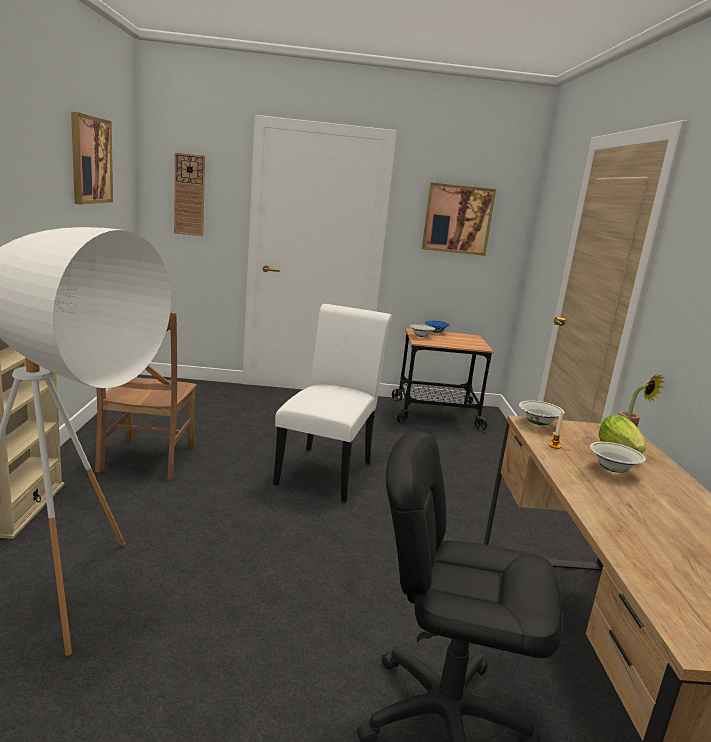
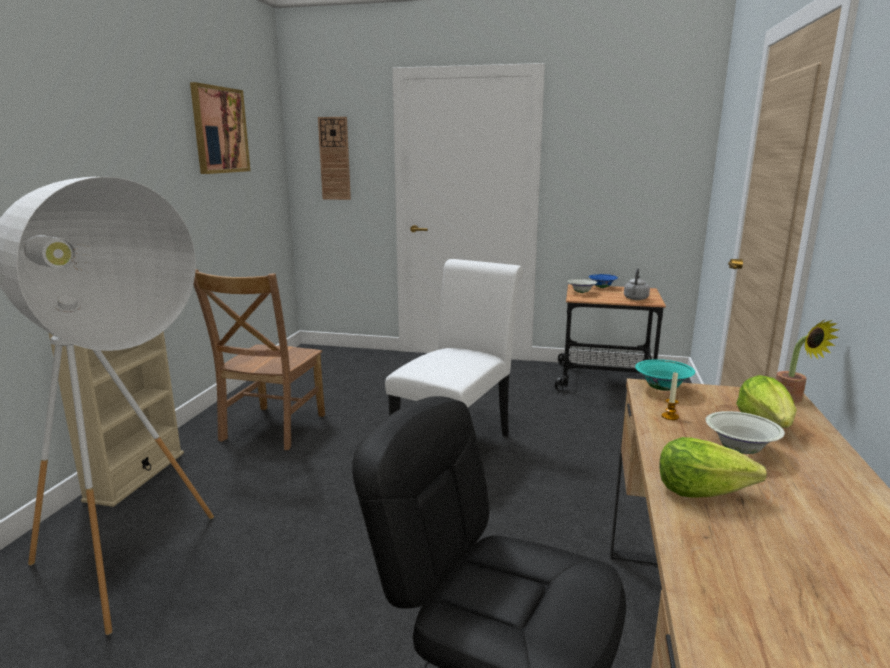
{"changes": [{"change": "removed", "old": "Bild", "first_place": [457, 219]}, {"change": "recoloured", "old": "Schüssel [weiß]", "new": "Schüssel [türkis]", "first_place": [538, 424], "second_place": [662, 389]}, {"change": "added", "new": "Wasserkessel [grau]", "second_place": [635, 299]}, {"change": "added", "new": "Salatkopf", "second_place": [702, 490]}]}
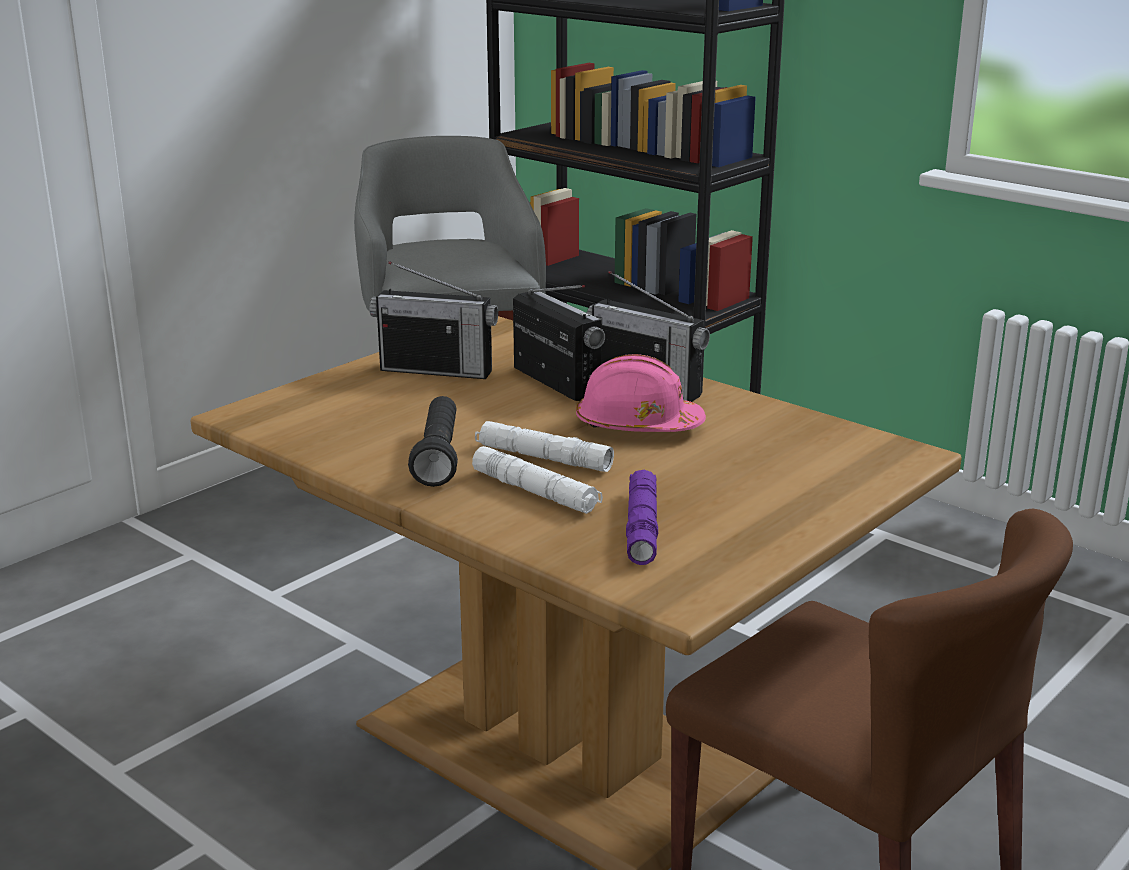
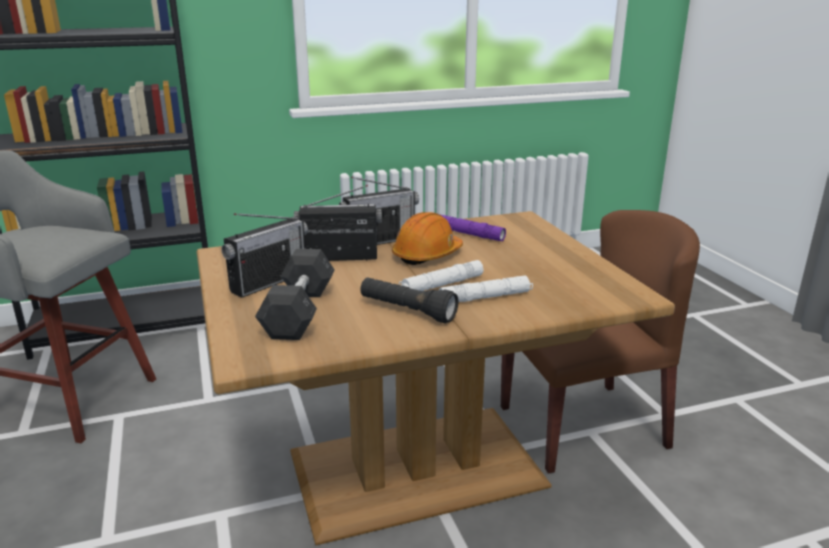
{"changes": [{"change": "recoloured", "old": "Schutzhelm [rosa]", "new": "Schutzhelm [orange]", "first_place": [637, 425], "second_place": [427, 255]}, {"change": "moved", "old": "Taschenlampe [lila]", "first_place": [642, 527], "second_place": [468, 234]}, {"change": "added", "new": "Hantel [grau]", "second_place": [299, 312]}]}
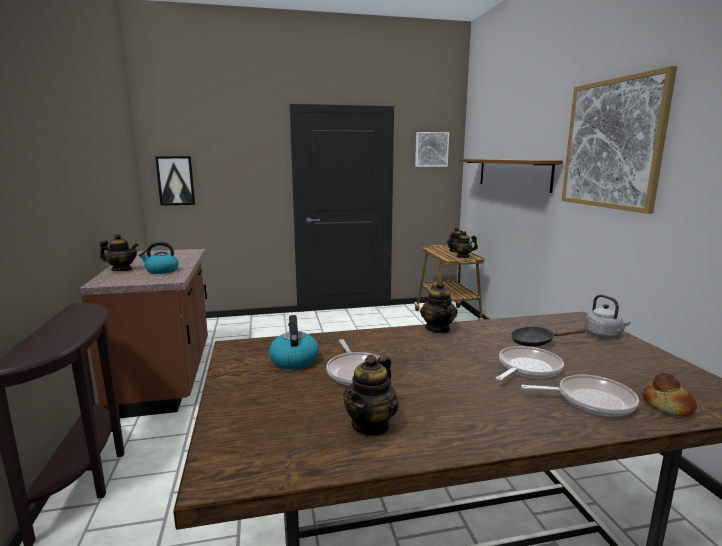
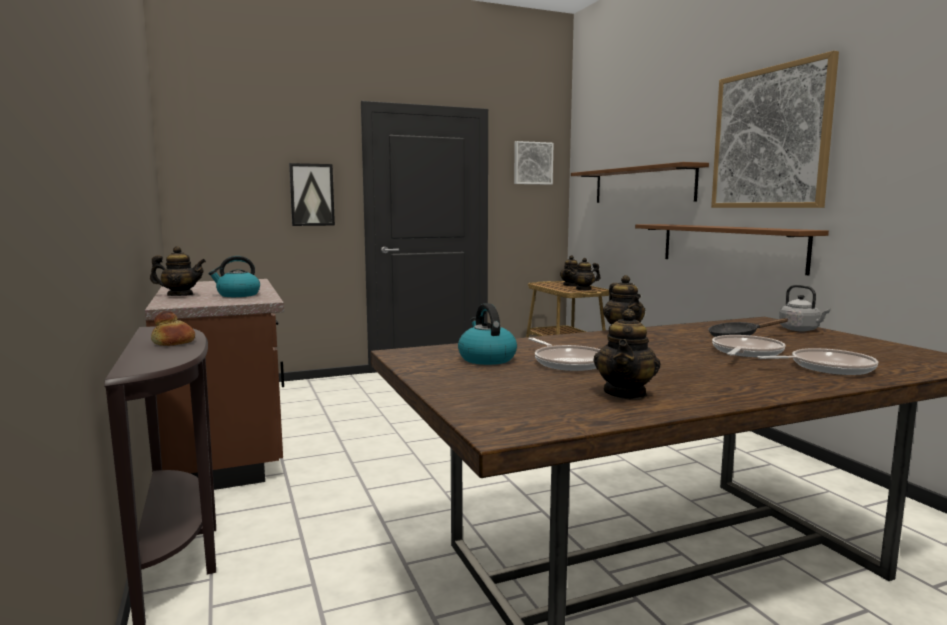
{"changes": [{"change": "moved", "old": "Bild", "first_place": [175, 180], "second_place": [312, 195]}, {"change": "moved", "old": "Brot", "first_place": [668, 406], "second_place": [174, 342]}, {"change": "added", "new": "Wandregal [braun]", "second_place": [729, 246]}]}
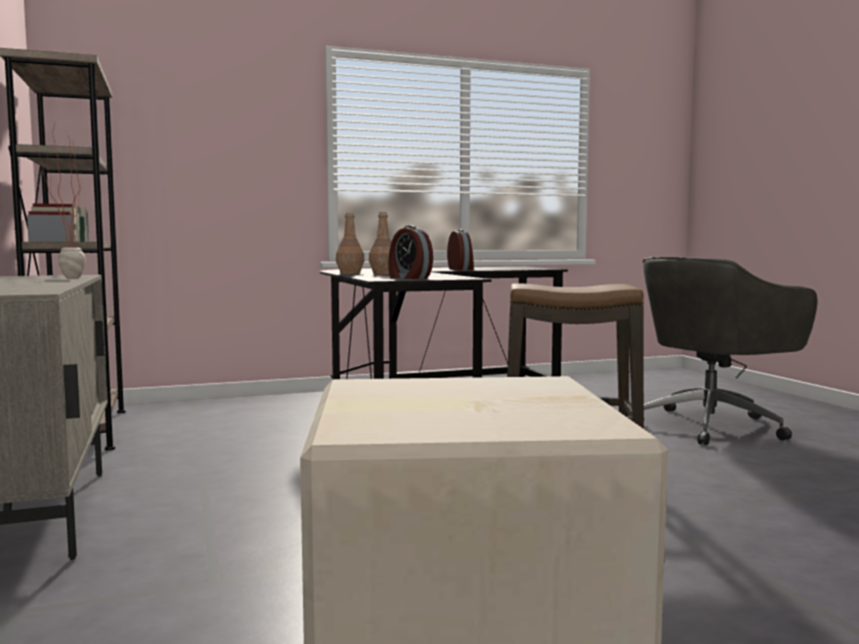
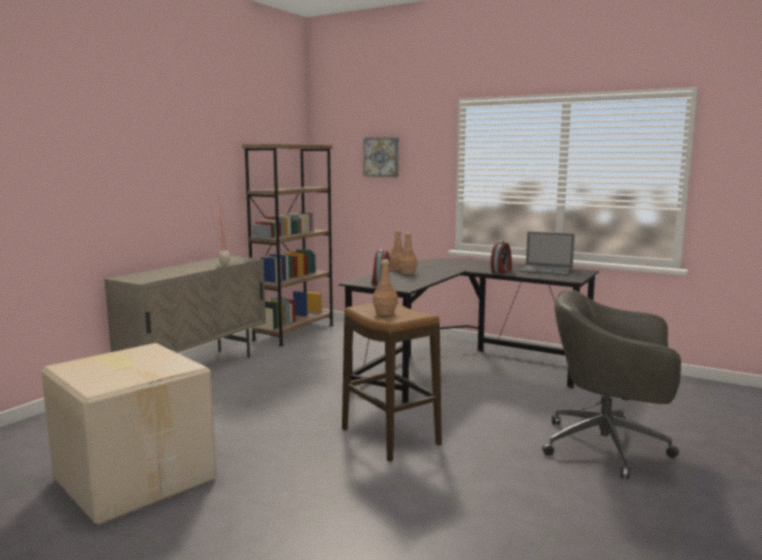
{"changes": [{"change": "added", "new": "Bild", "second_place": [382, 157]}, {"change": "added", "new": "Laptop", "second_place": [546, 270]}, {"change": "added", "new": "Flasche [braun]", "second_place": [385, 313]}]}
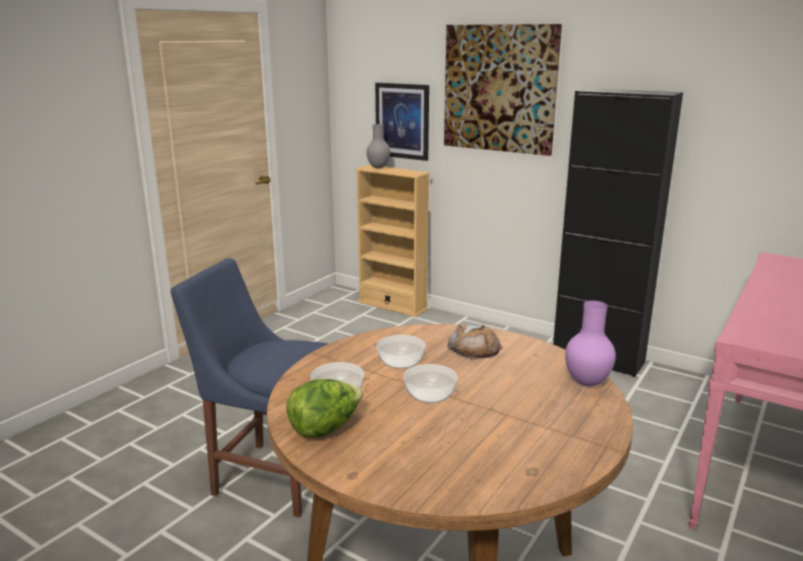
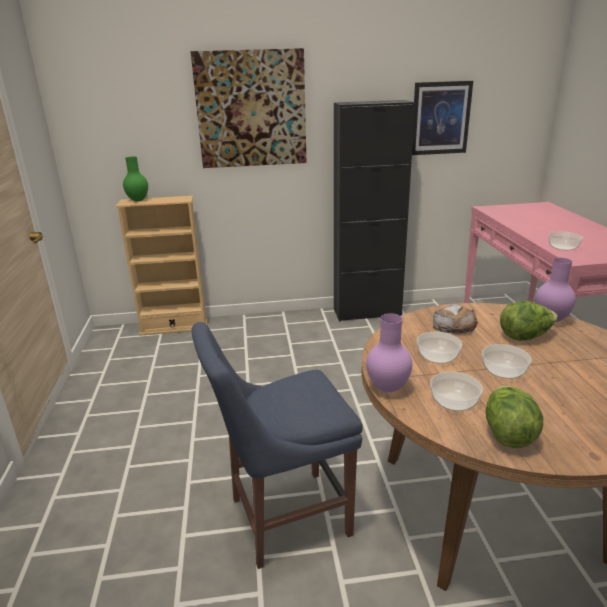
{"changes": [{"change": "moved", "old": "Bild", "first_place": [402, 121], "second_place": [440, 118]}, {"change": "recoloured", "old": "Vase [grau]", "new": "Vase [grün]", "first_place": [379, 167], "second_place": [138, 200]}, {"change": "added", "new": "Schüssel", "second_place": [562, 247]}, {"change": "added", "new": "Salatkopf", "second_place": [525, 336]}, {"change": "added", "new": "Vase [lila]", "second_place": [386, 388]}]}
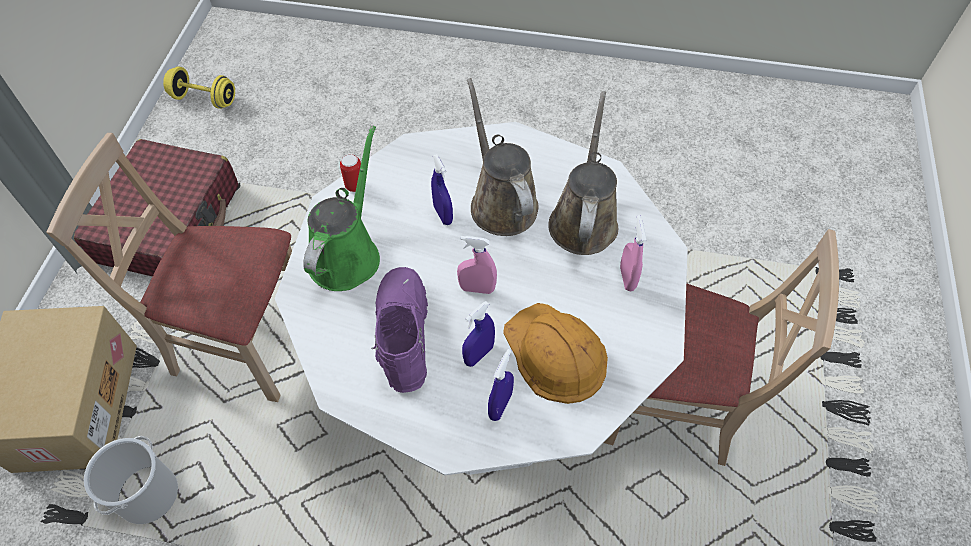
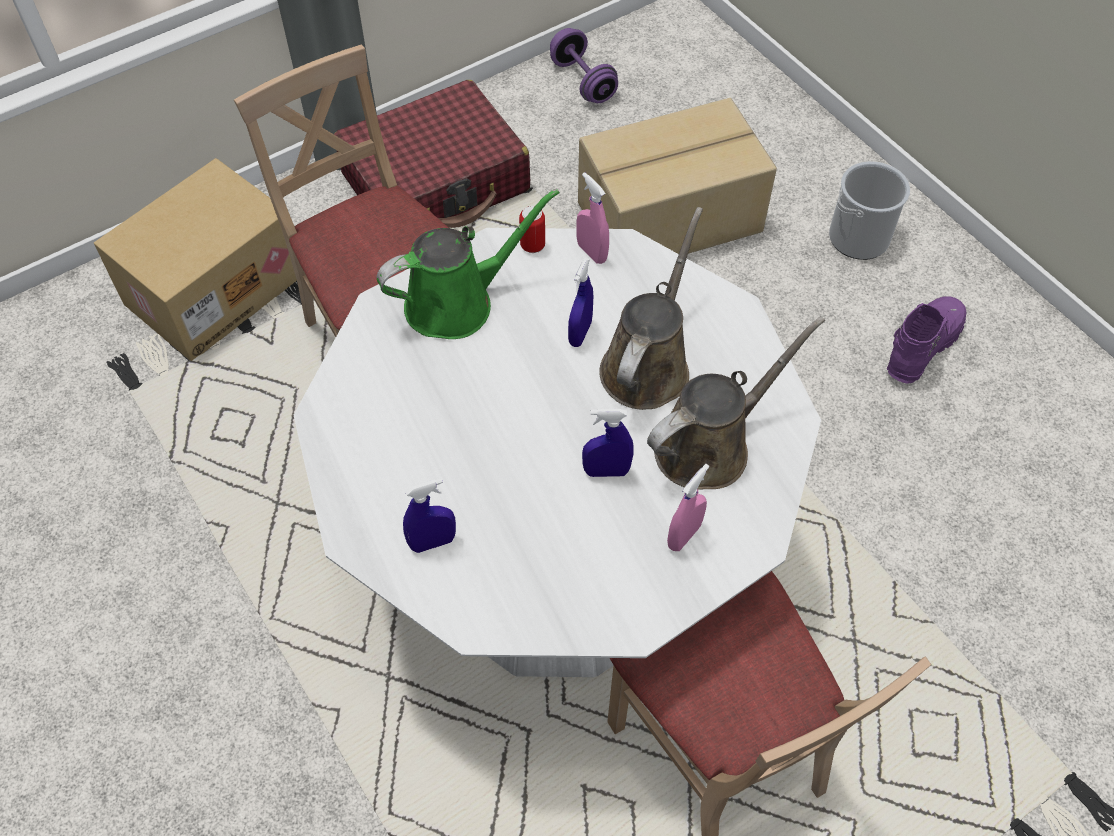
{"changes": [{"change": "recoloured", "old": "Hantel [gelb]", "new": "Hantel [lila]", "first_place": [204, 99], "second_place": [583, 81]}, {"change": "moved", "old": "Sprühflasche [rosa]", "first_place": [477, 288], "second_place": [591, 252]}, {"change": "moved", "old": "Stiefel [lila]", "first_place": [402, 335], "second_place": [921, 347]}, {"change": "moved", "old": "Sprühflasche [blau]", "first_place": [478, 354], "second_place": [606, 471]}, {"change": "removed", "old": "Schutzhelm [orange]", "first_place": [555, 354]}, {"change": "moved", "old": "Eimer", "first_place": [148, 494], "second_place": [859, 237]}, {"change": "added", "new": "Karton", "second_place": [671, 218]}]}
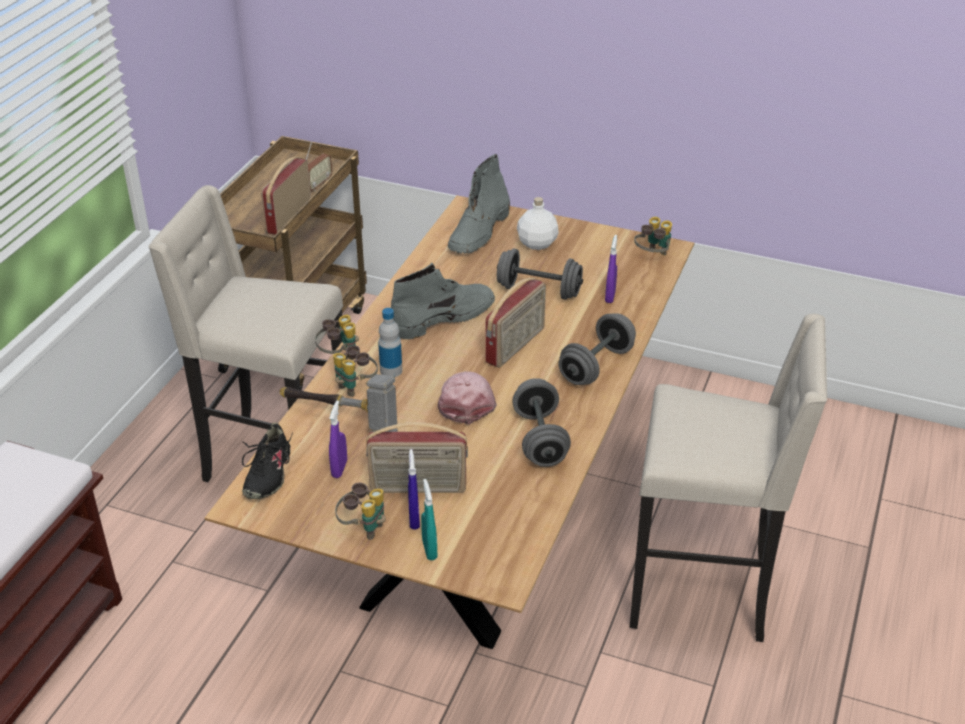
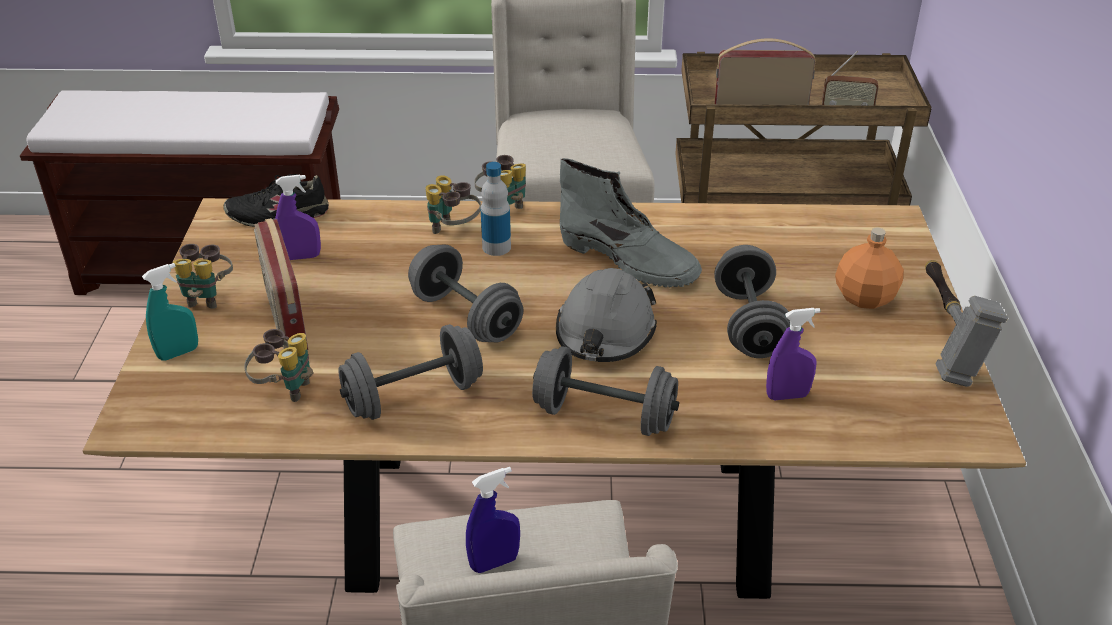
{"changes": [{"change": "removed", "old": "Stiefel [grau]", "first_place": [479, 232]}, {"change": "recoloured", "old": "Flasche [weiß]", "new": "Flasche [orange]", "first_place": [537, 243], "second_place": [865, 298]}, {"change": "moved", "old": "Fernglas", "first_place": [653, 256], "second_place": [284, 388]}, {"change": "replaced", "old": "Radio", "new": "Schutzhelm [grau]", "first_place": [516, 346], "second_place": [605, 332]}, {"change": "replaced", "old": "Kappe [rosa]", "new": "Hantel [grau]", "first_place": [466, 400], "second_place": [466, 317]}, {"change": "moved", "old": "Hammer", "first_place": [343, 421], "second_place": [945, 337]}, {"change": "moved", "old": "Sprühflasche [blau]", "first_place": [414, 519], "second_place": [494, 563]}]}
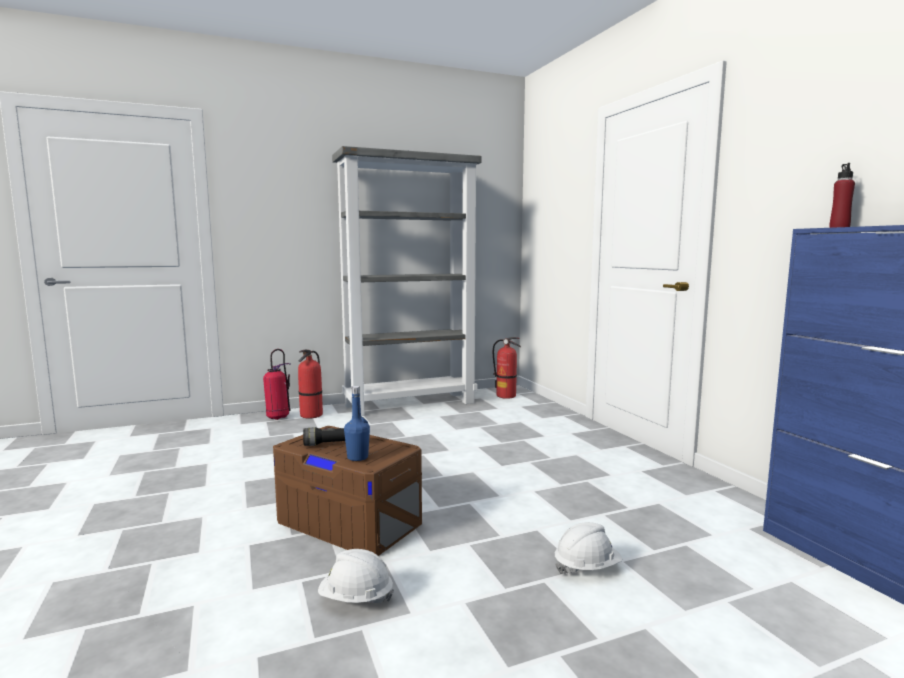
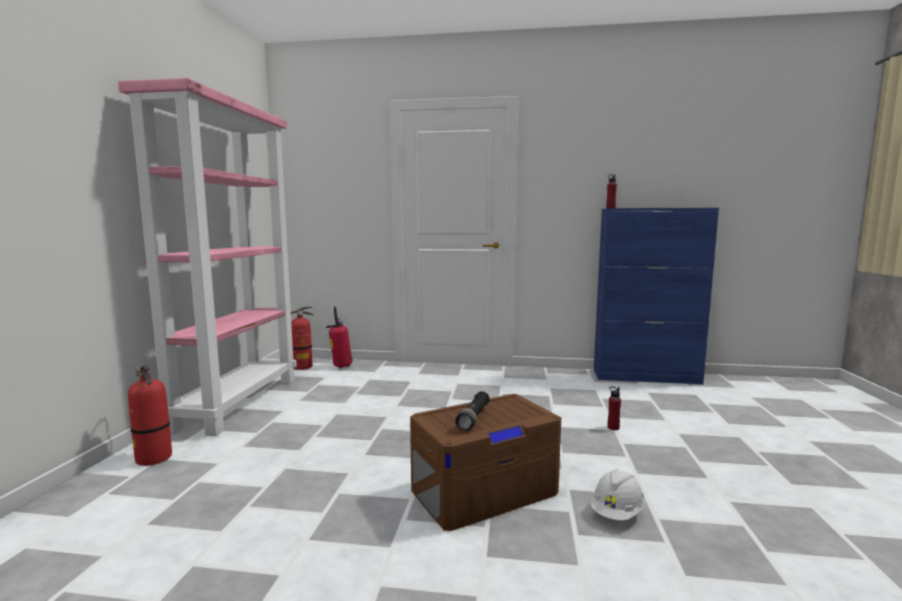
{"changes": [{"change": "recoloured", "old": "Bücherregal [grau]", "new": "Bücherregal [rosa]", "first_place": [411, 404], "second_place": [237, 402]}, {"change": "moved", "old": "Feuerlöscher", "first_place": [278, 418], "second_place": [341, 366]}, {"change": "removed", "old": "Flasche [blau]", "first_place": [357, 457]}, {"change": "replaced", "old": "Schutzhelm [weiß]", "new": "Flasche [rot]", "first_place": [586, 567], "second_place": [613, 427]}]}
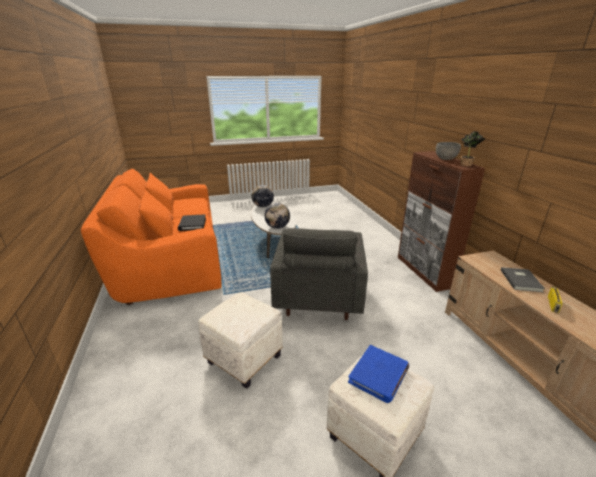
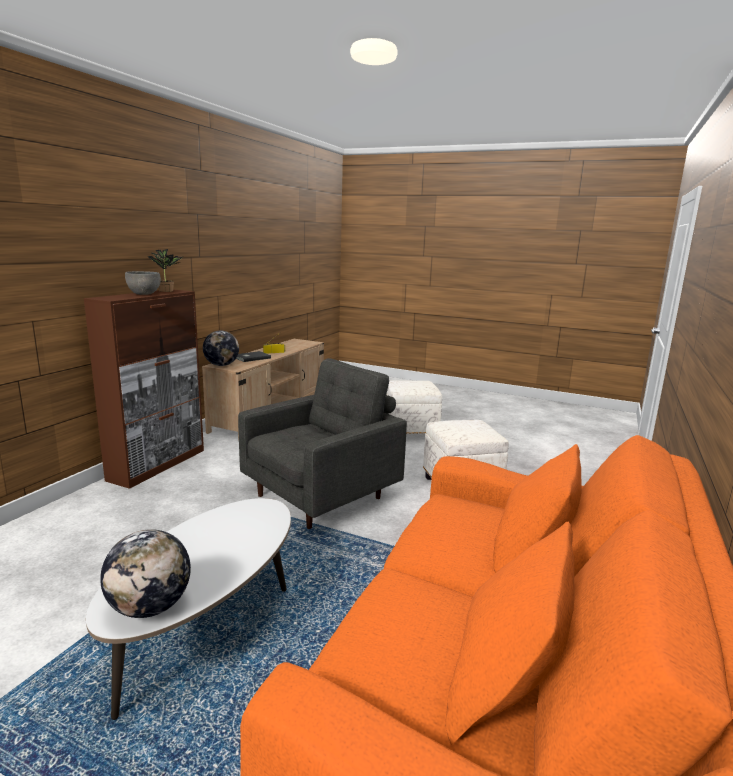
{"changes": [{"change": "moved", "old": "Globus", "first_place": [277, 227], "second_place": [221, 365]}, {"change": "removed", "old": "Buch [schwarz]", "first_place": [192, 224]}, {"change": "removed", "old": "Buch [blau]", "first_place": [379, 375]}]}
